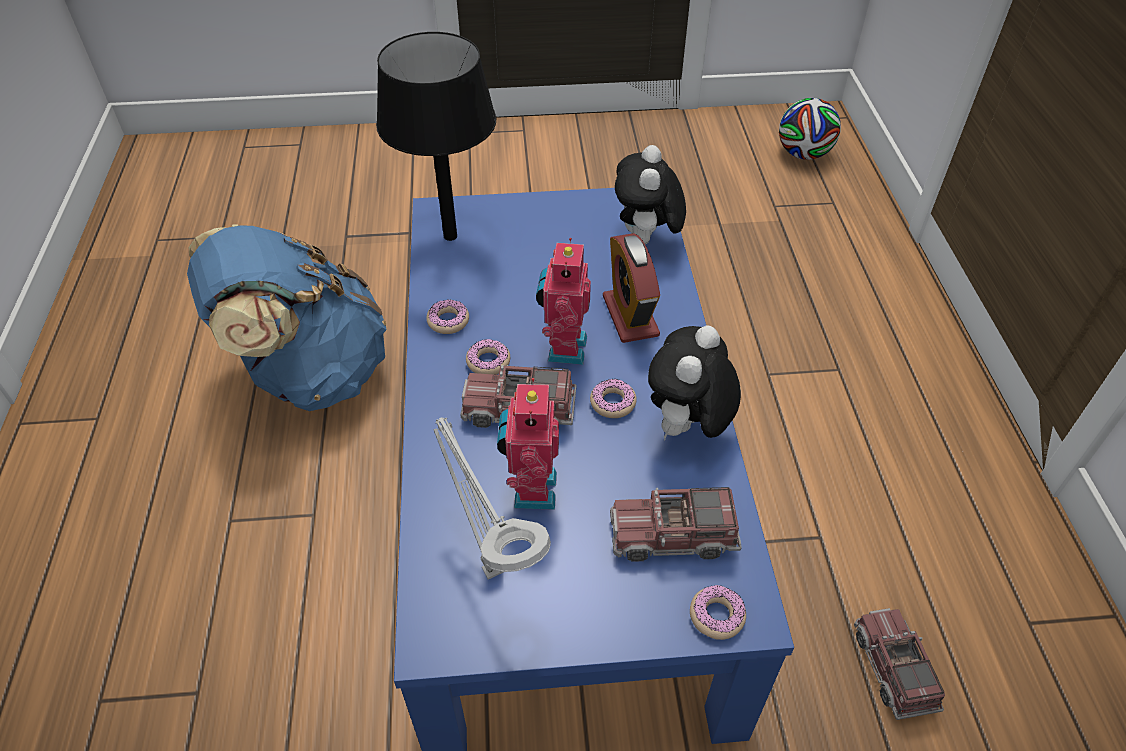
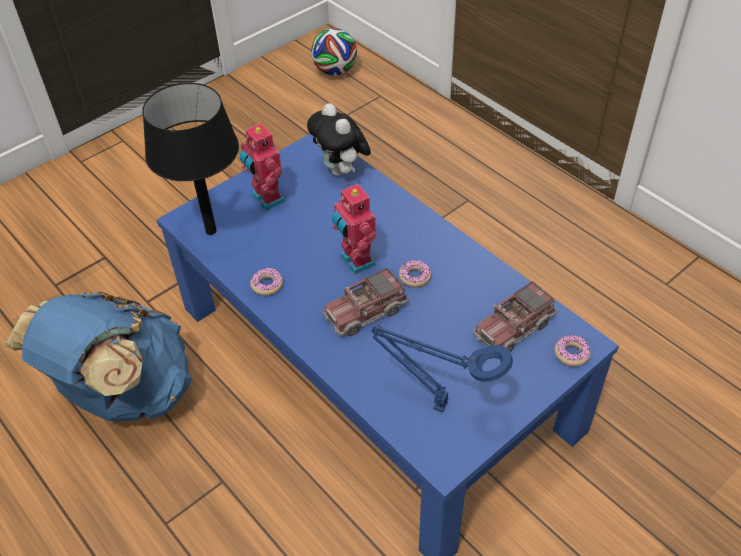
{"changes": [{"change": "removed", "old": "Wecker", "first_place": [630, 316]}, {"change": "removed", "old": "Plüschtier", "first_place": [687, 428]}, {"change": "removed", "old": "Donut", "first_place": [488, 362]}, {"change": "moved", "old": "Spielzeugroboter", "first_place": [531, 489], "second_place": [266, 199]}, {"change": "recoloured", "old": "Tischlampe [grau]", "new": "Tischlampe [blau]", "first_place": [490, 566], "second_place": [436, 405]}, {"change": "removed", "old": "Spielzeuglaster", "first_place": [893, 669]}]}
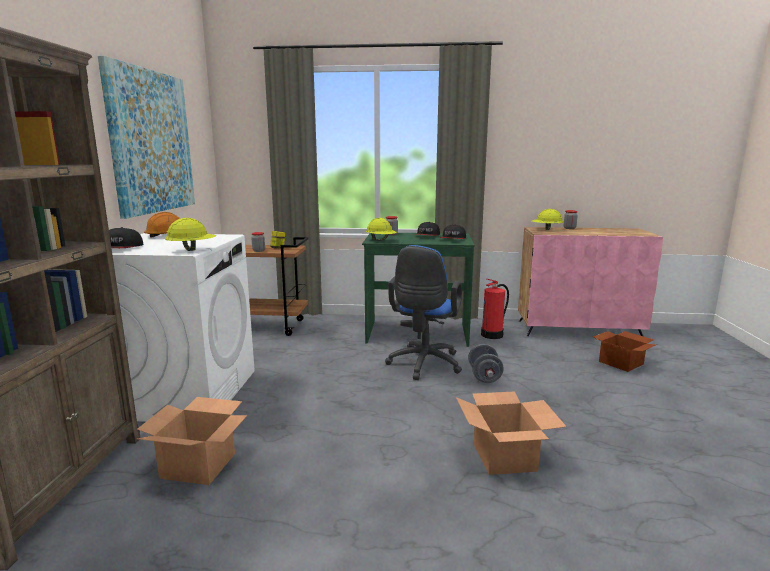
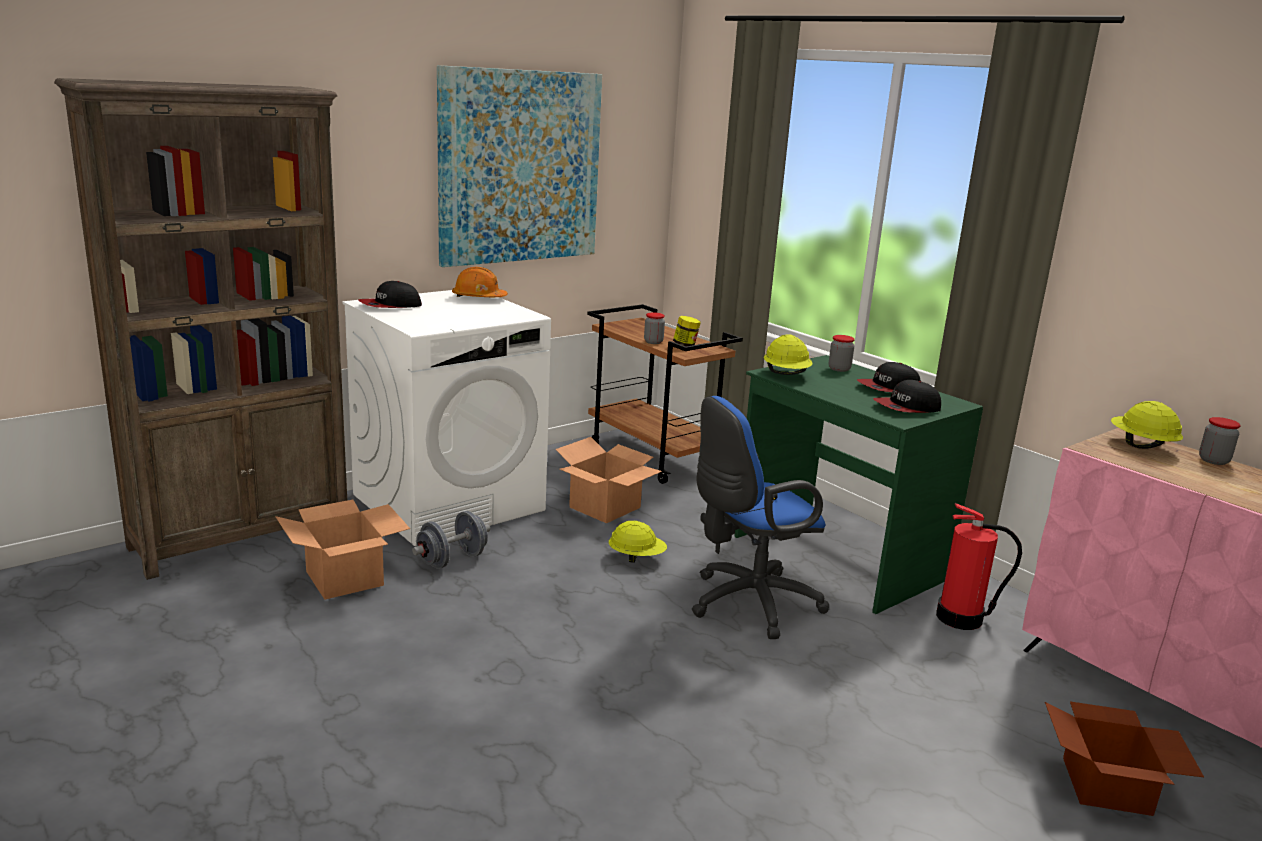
{"changes": [{"change": "moved", "old": "Schutzhelm [gelb]", "first_place": [192, 250], "second_place": [636, 558]}, {"change": "moved", "old": "Hantel [grau]", "first_place": [484, 376], "second_place": [452, 560]}, {"change": "moved", "old": "Karton", "first_place": [503, 456], "second_place": [605, 507]}]}
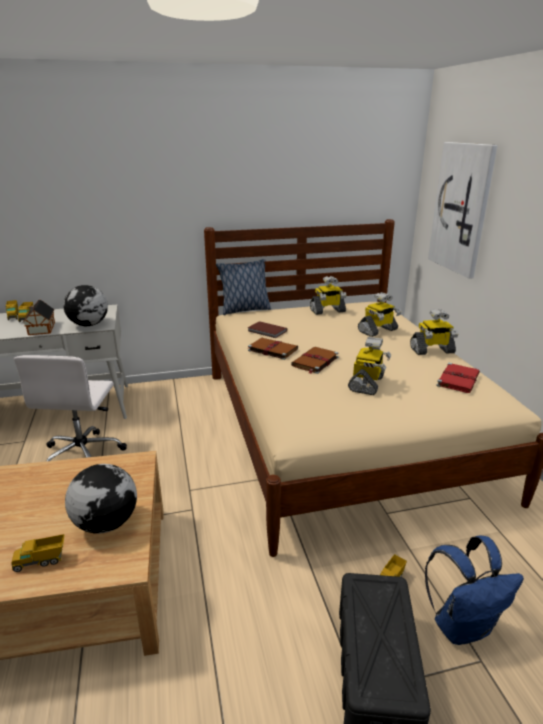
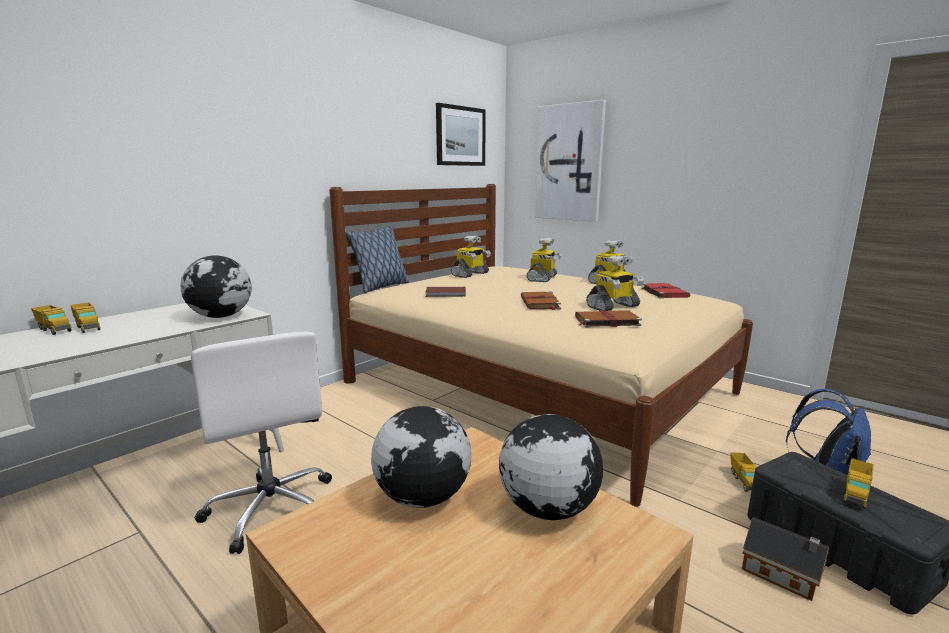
{"changes": [{"change": "moved", "old": "Spielzeughaus", "first_place": [41, 329], "second_place": [783, 574]}, {"change": "turned", "old": "Spielzeugroboter", "first_place": [367, 384], "second_place": [613, 307], "degrees": 75}, {"change": "moved", "old": "Buch [braun]", "first_place": [272, 350], "second_place": [606, 321]}, {"change": "moved", "old": "Spielzeuglaster", "first_place": [41, 561], "second_place": [855, 494]}, {"change": "added", "new": "Bild", "second_place": [460, 136]}, {"change": "added", "new": "Globus", "second_place": [423, 497]}]}
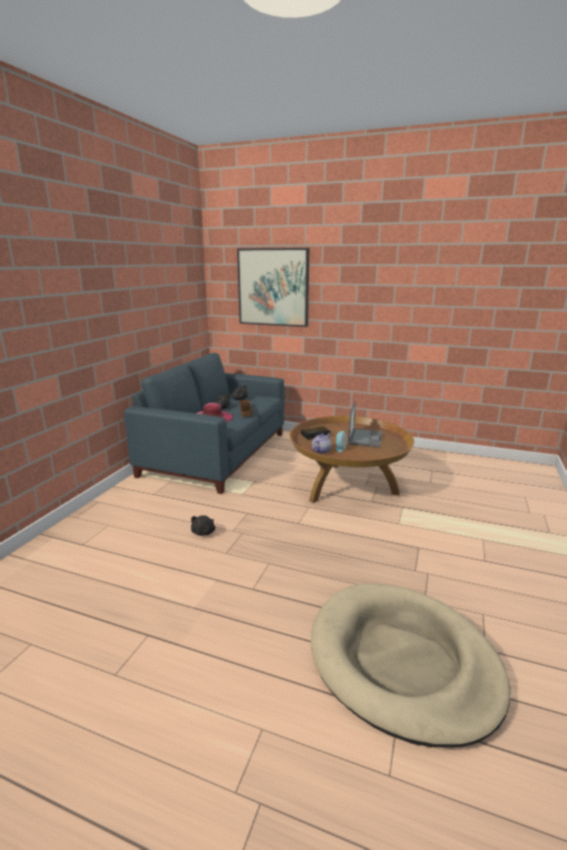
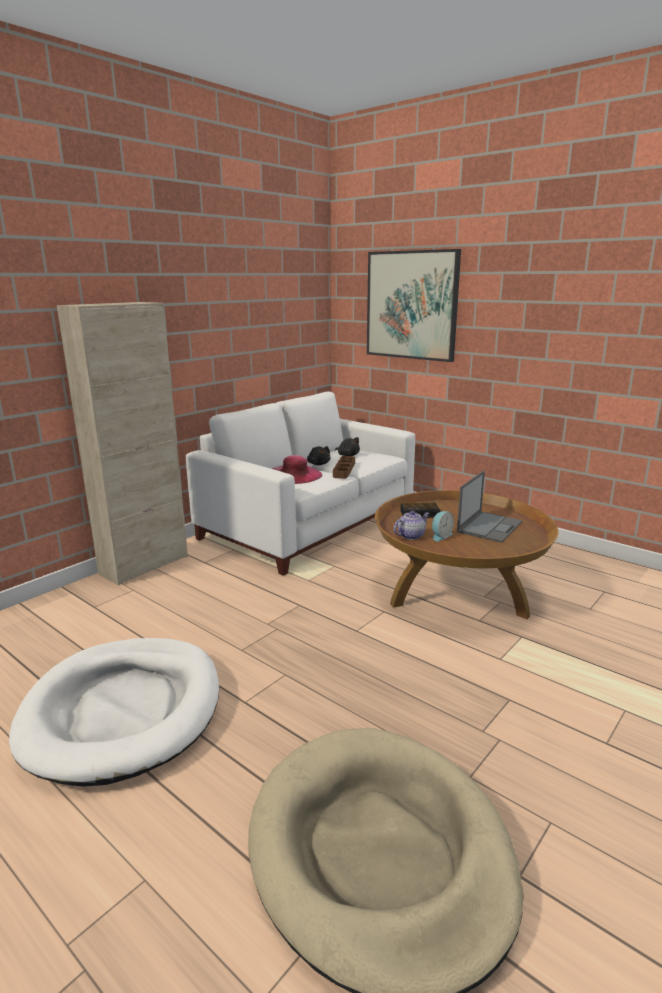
{"changes": [{"change": "recoloured", "old": "Sofa [blau]", "new": "Sofa [weiß]", "first_place": [217, 453], "second_place": [310, 524]}, {"change": "removed", "old": "Plüschtier [schwarz]", "first_place": [204, 532]}, {"change": "added", "new": "Schrank [beige]", "second_place": [144, 565]}, {"change": "added", "new": "Hundebett [weiß]", "second_place": [123, 711]}]}
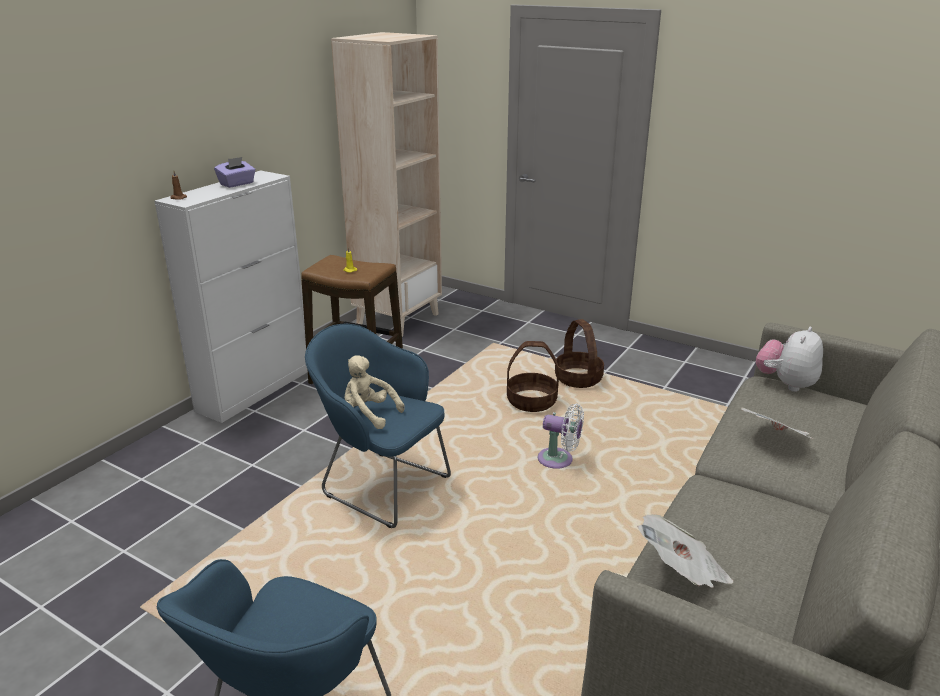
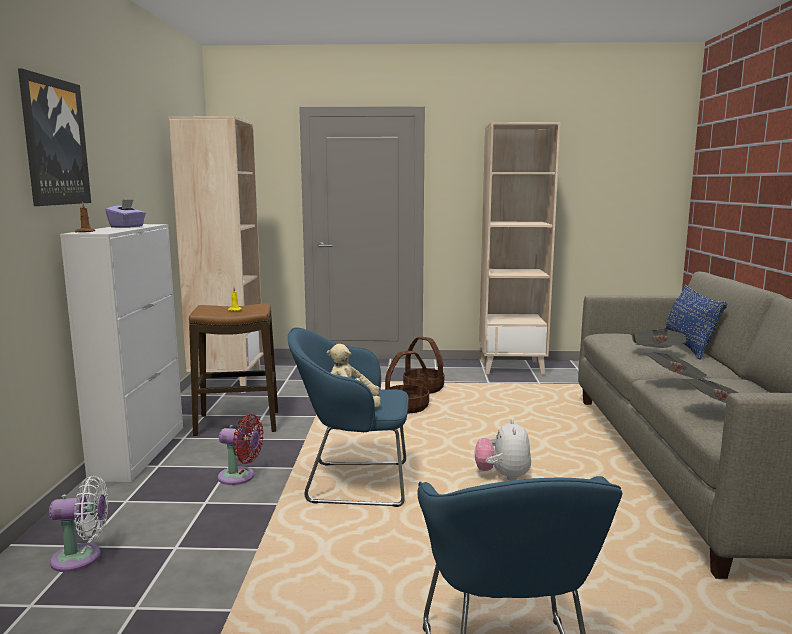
{"changes": [{"change": "moved", "old": "Plüschtier", "first_place": [786, 384], "second_place": [503, 476]}, {"change": "moved", "old": "Ventilator [weiß]", "first_place": [559, 460], "second_place": [82, 558]}, {"change": "added", "new": "Bild", "second_place": [54, 142]}, {"change": "added", "new": "Bücherregal [beige]", "second_place": [512, 367]}, {"change": "added", "new": "Kissen [blau]", "second_place": [688, 346]}, {"change": "added", "new": "Zeitung", "second_place": [677, 383]}, {"change": "added", "new": "Ventilator [rot]", "second_place": [240, 477]}]}
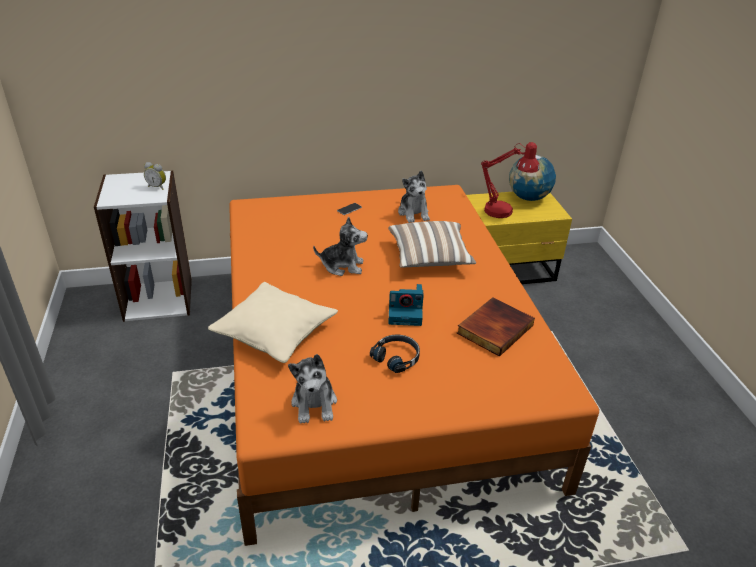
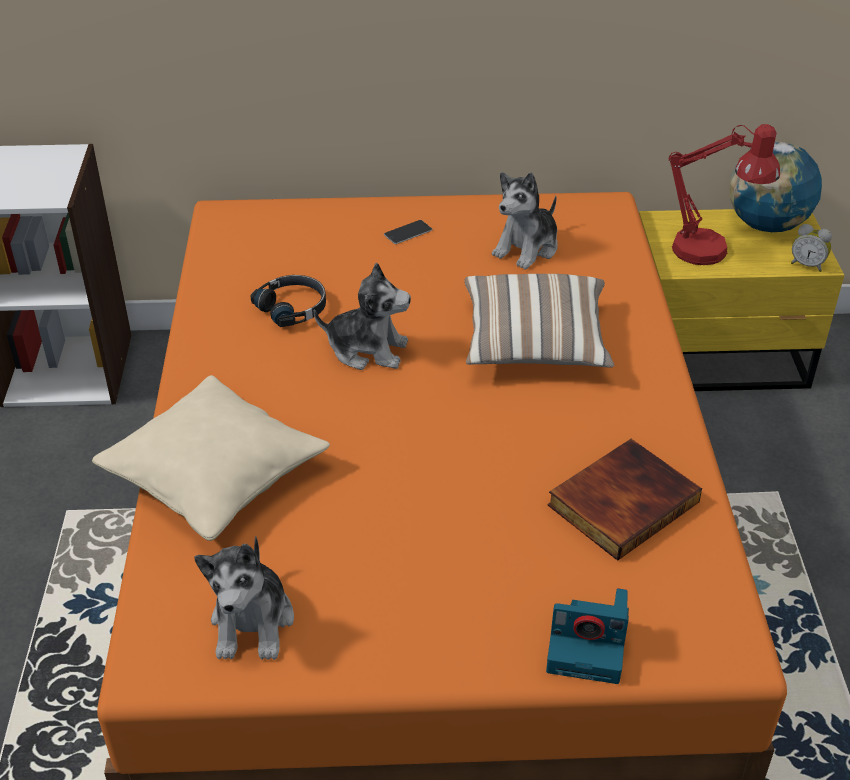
{"changes": [{"change": "moved", "old": "Wecker", "first_place": [157, 187], "second_place": [807, 265]}, {"change": "turned", "old": "Plüschtier", "first_place": [413, 213], "second_place": [527, 248], "degrees": 45}, {"change": "moved", "old": "Kamera", "first_place": [406, 313], "second_place": [588, 646]}, {"change": "moved", "old": "Kopfhörer [schwarz]", "first_place": [397, 357], "second_place": [293, 308]}]}
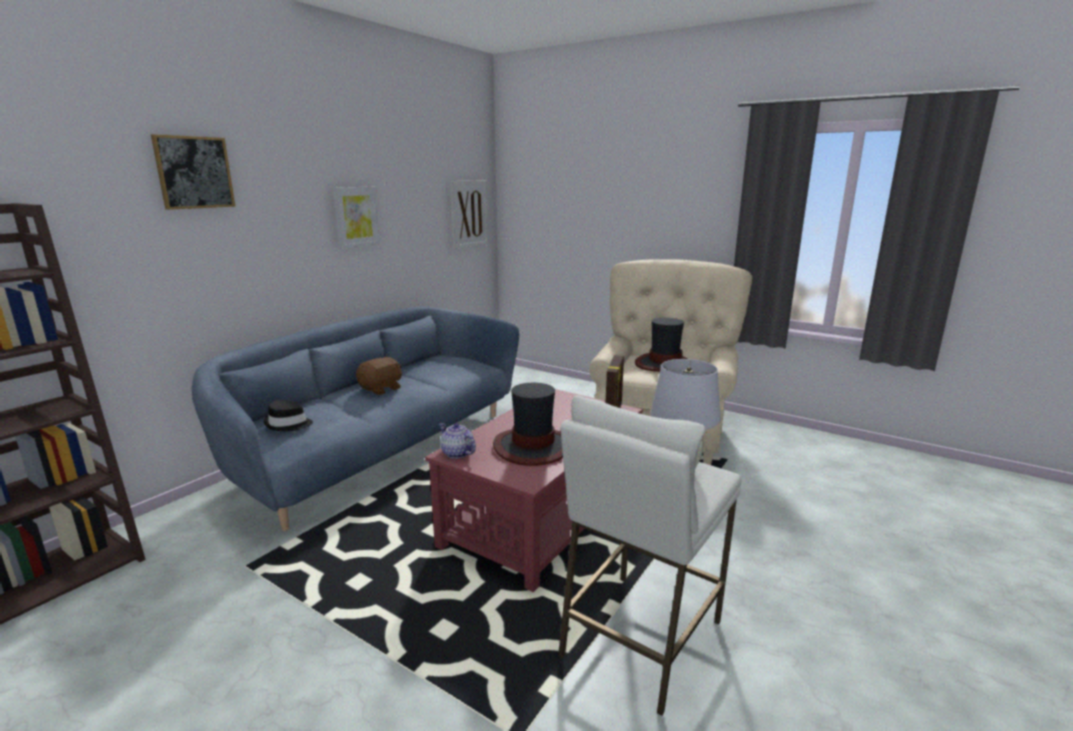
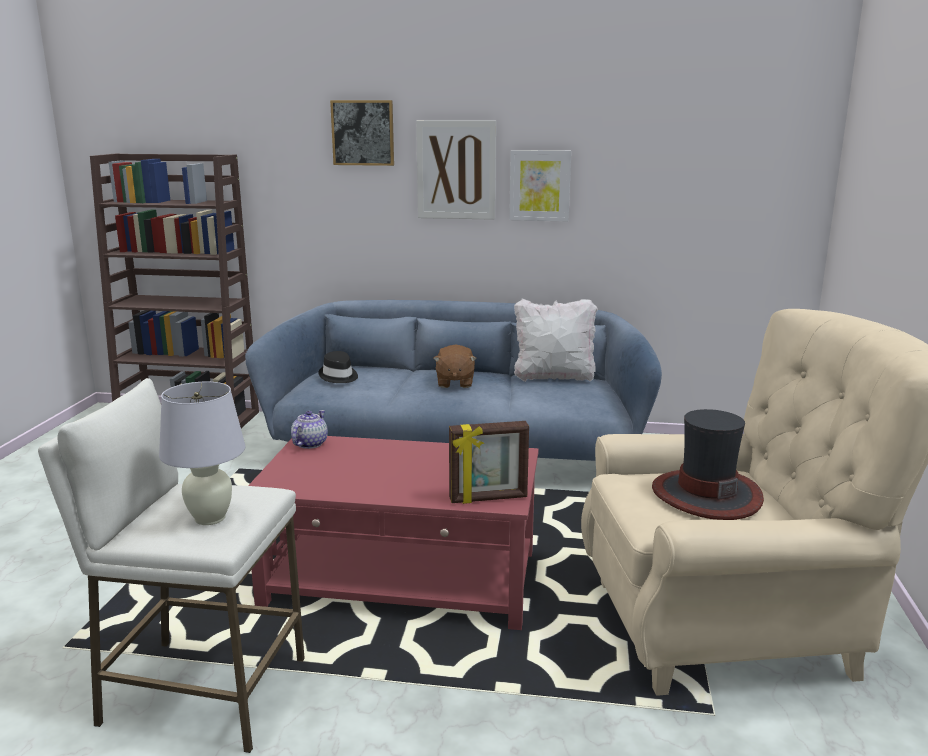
{"changes": [{"change": "moved", "old": "Bild", "first_place": [469, 214], "second_place": [456, 170]}, {"change": "turned", "old": "Plüschtier [braun]", "first_place": [381, 389], "second_place": [454, 383], "degrees": 75}, {"change": "removed", "old": "Hut", "first_place": [533, 447]}, {"change": "added", "new": "Kissen [weiß]", "second_place": [554, 377]}]}
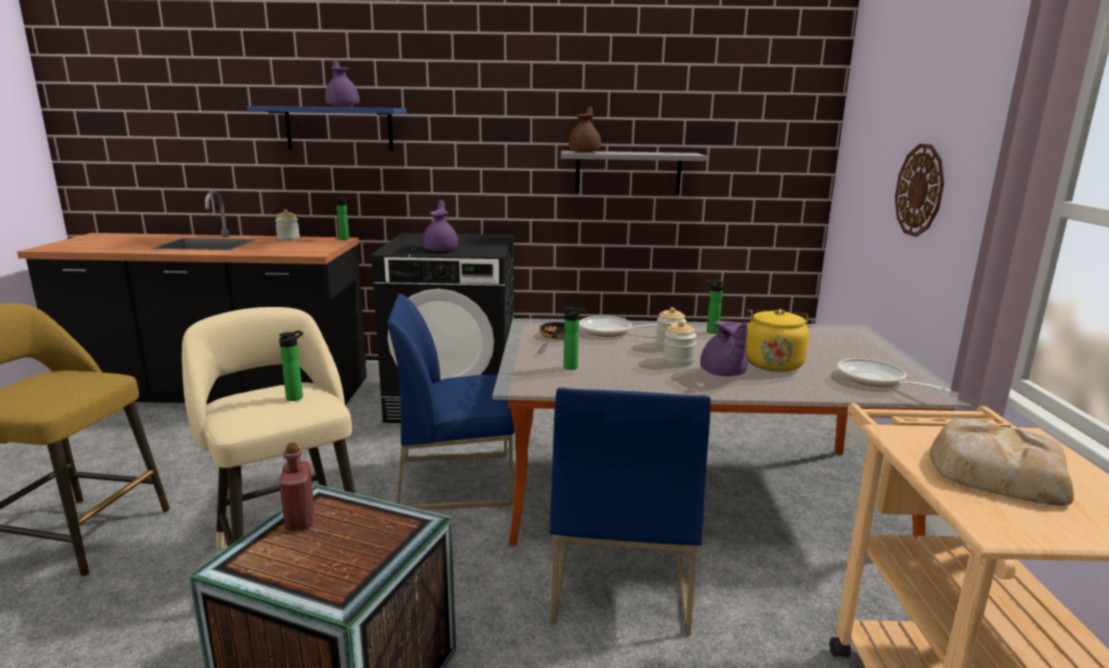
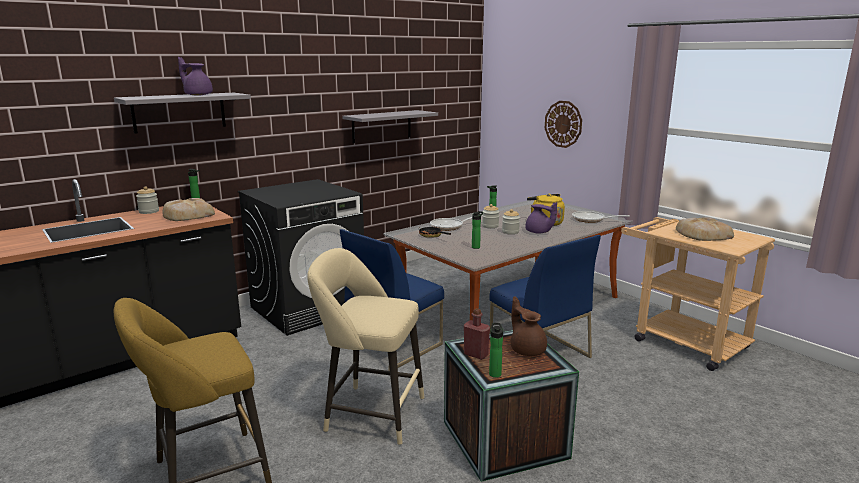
{"changes": [{"change": "recoloured", "old": "Wandregal [blau]", "new": "Wandregal [grau]", "first_place": [339, 128], "second_place": [179, 112]}, {"change": "moved", "old": "Teekanne [braun]", "first_place": [585, 152], "second_place": [527, 349]}, {"change": "removed", "old": "Teekanne [lila]", "first_place": [441, 249]}, {"change": "moved", "old": "Flasche", "first_place": [297, 397], "second_place": [495, 373]}, {"change": "added", "new": "Brot", "second_place": [187, 215]}]}
